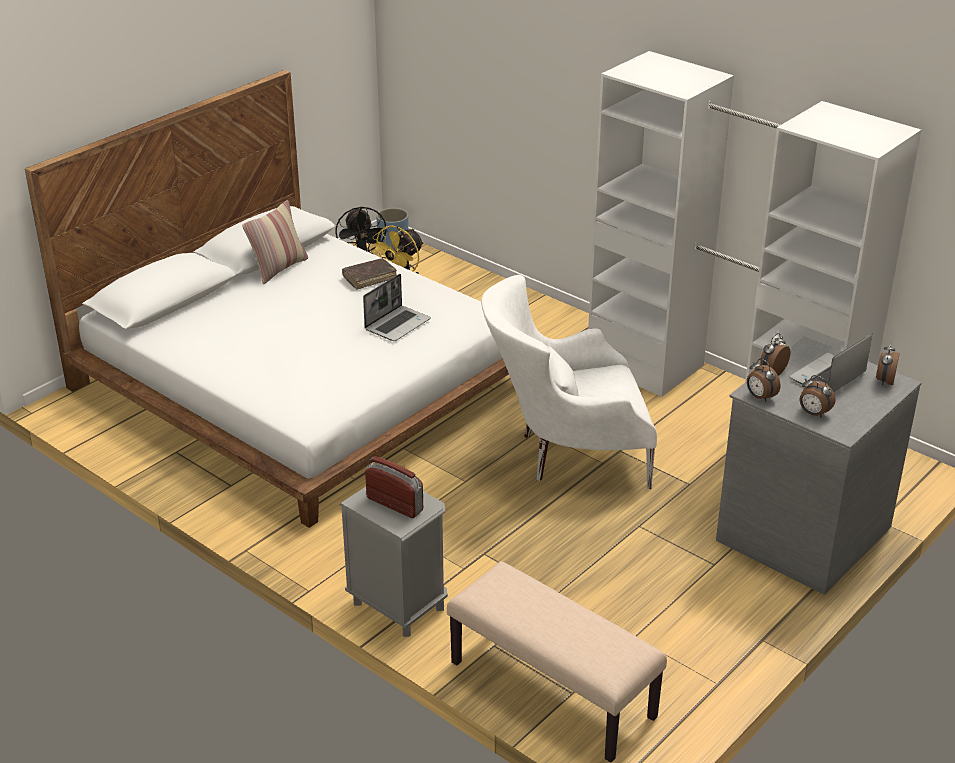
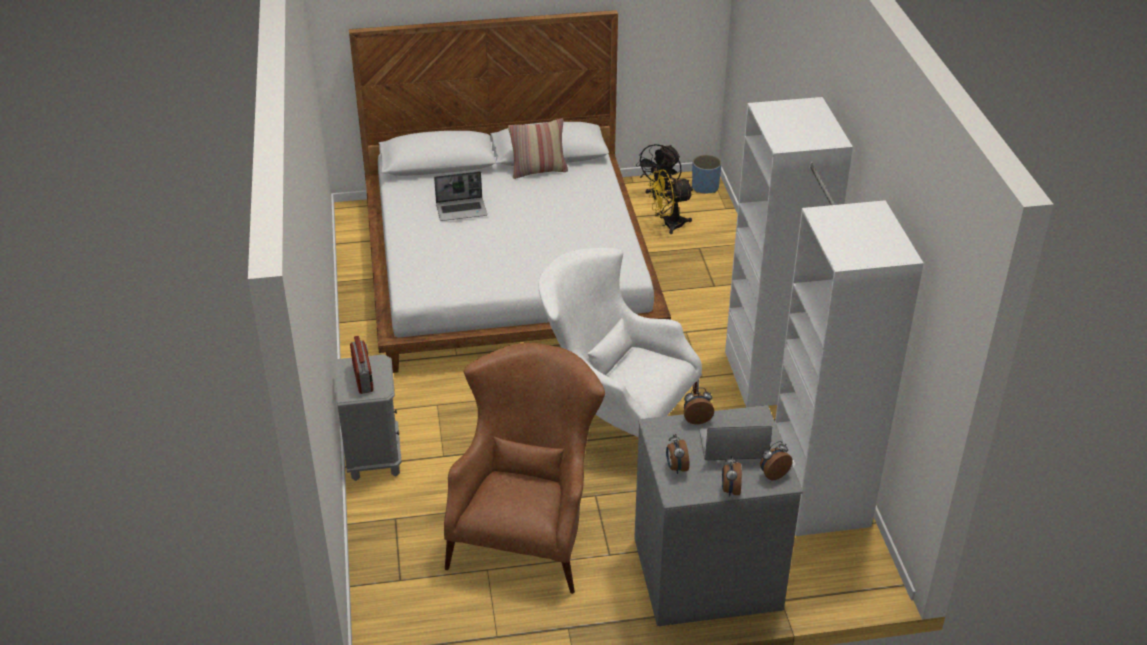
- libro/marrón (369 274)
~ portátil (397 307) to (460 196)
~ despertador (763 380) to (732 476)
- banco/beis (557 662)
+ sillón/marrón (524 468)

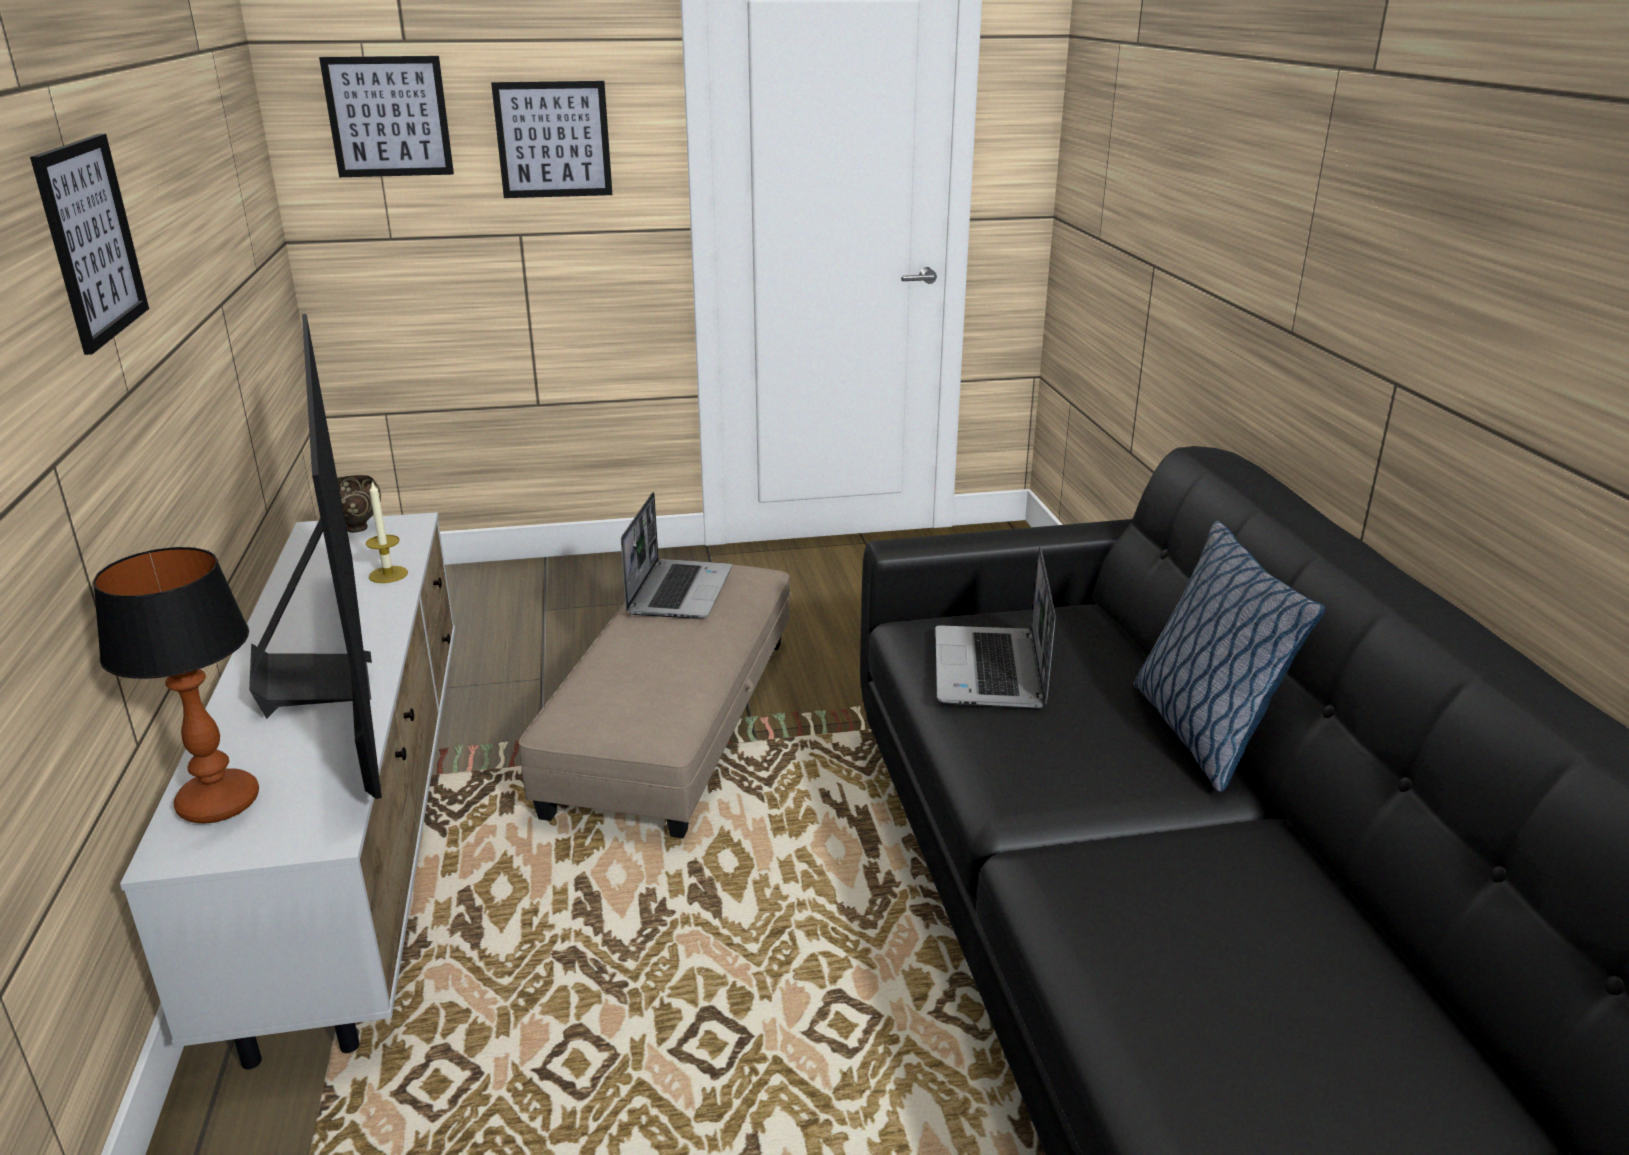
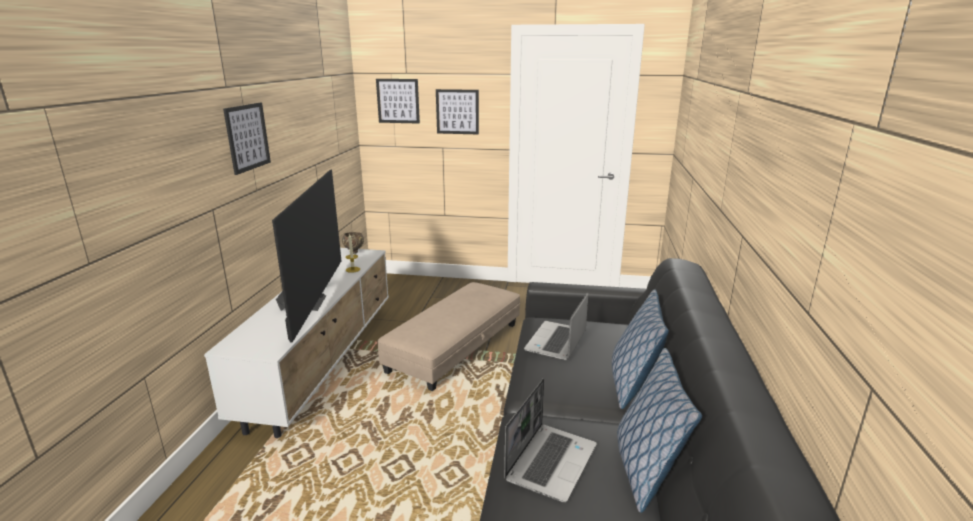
~ portátil (676 555) to (550 440)
- lámpara de mesa (176 685)
+ cojín (659 430)

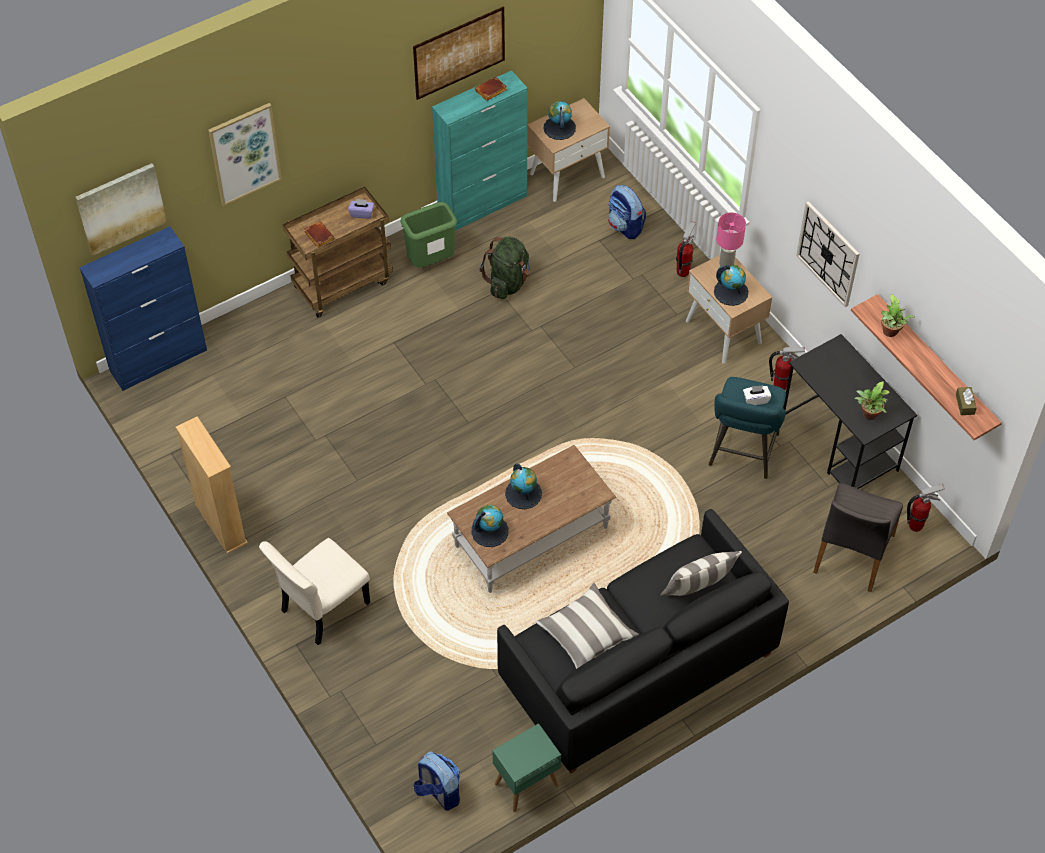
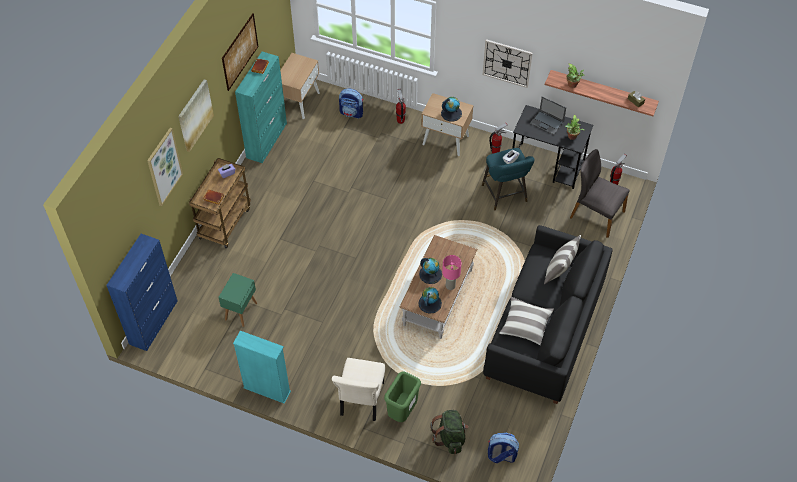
- globo terráqueo (560 120)
~ cuadro (121 209) to (196 115)
~ papelera/verde (428 235) to (402 396)
~ lámpara de mesa/rosa (731 239) to (451 272)
~ mochila/verde (505 268) to (449 432)
~ estantería/beis (212 485) to estantería/turquesa (262 367)
~ silla/gris (858 537) = (599 193) 135 degrees clockwise
~ mesa auxiliar/verde (526 767) to (237 300)
+ portátil (548 116)

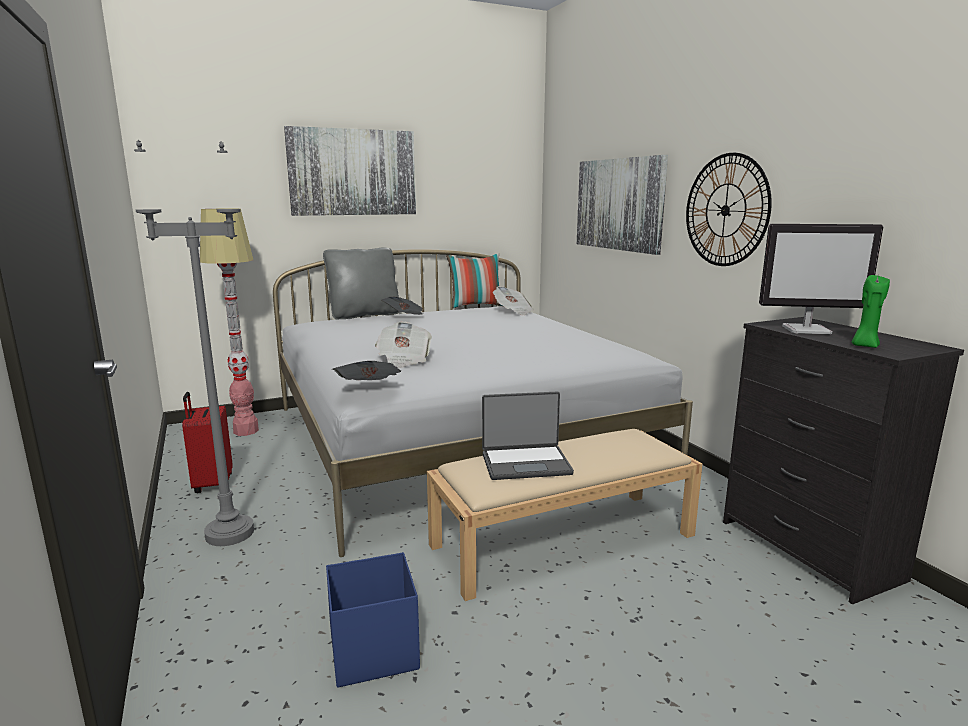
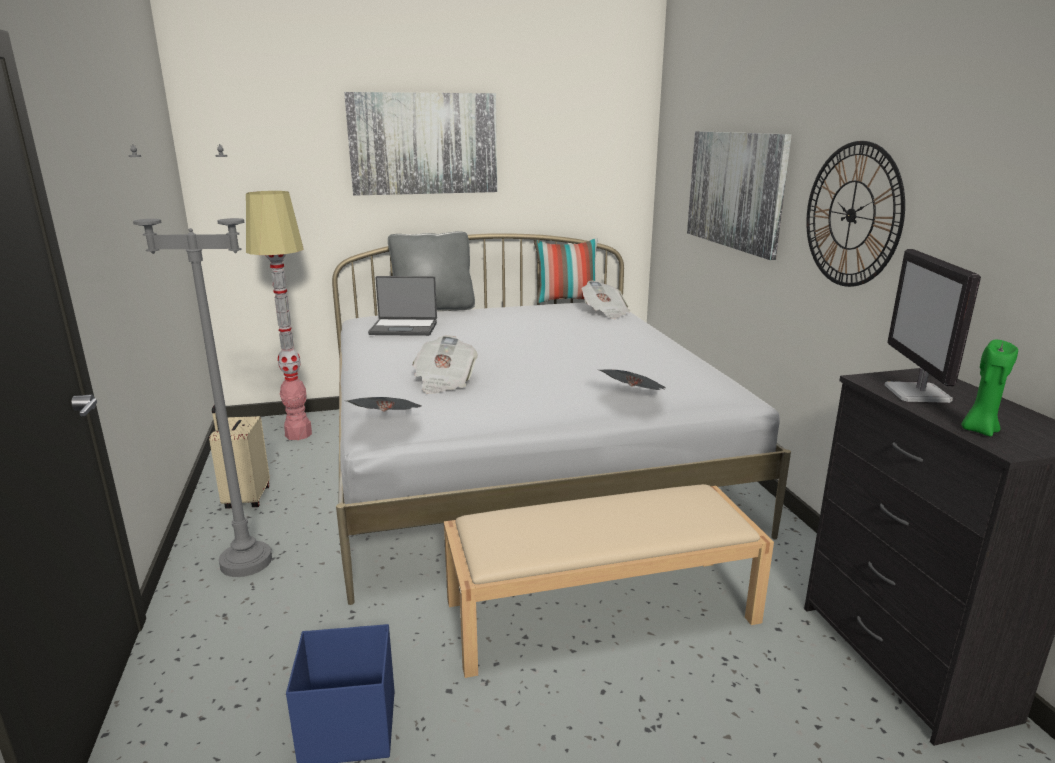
~ monitor (821 279) = (932 326) 75 degrees clockwise
~ periódico (402 306) to (632 379)
~ maleta/rojo (207 442) to maleta/beis (239 457)
~ portátil (528 436) to (402 306)

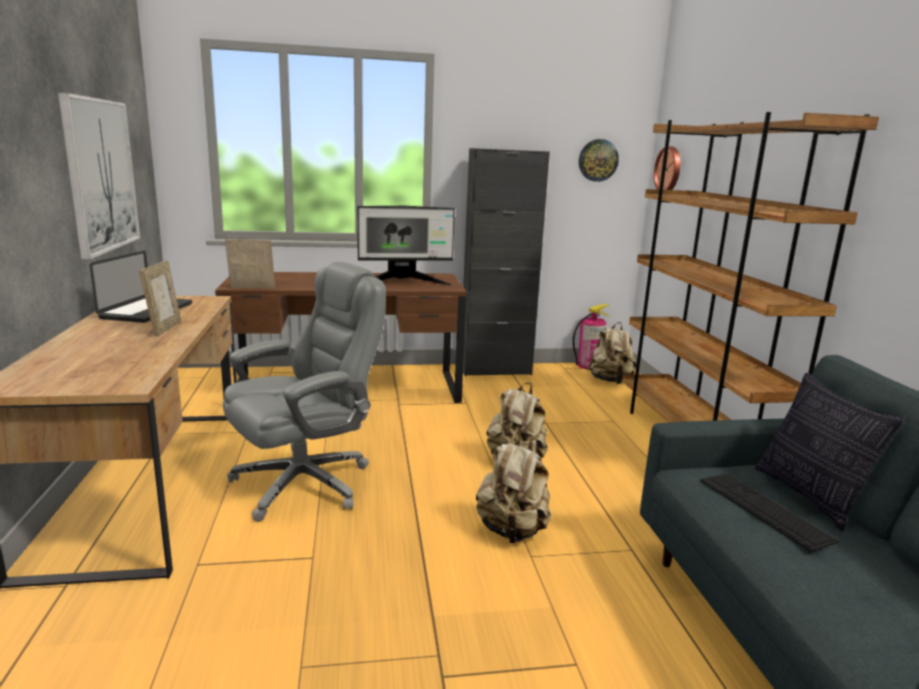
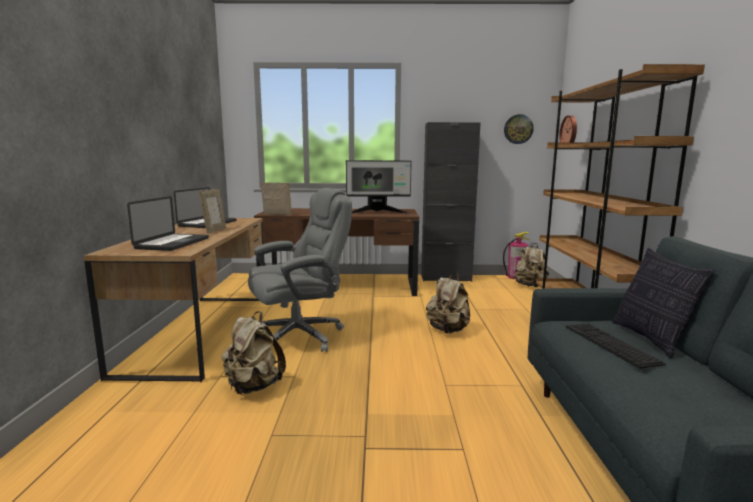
- cuadro (99 176)
~ mochila/beis (513 489) to (253 352)
+ portátil (168 223)

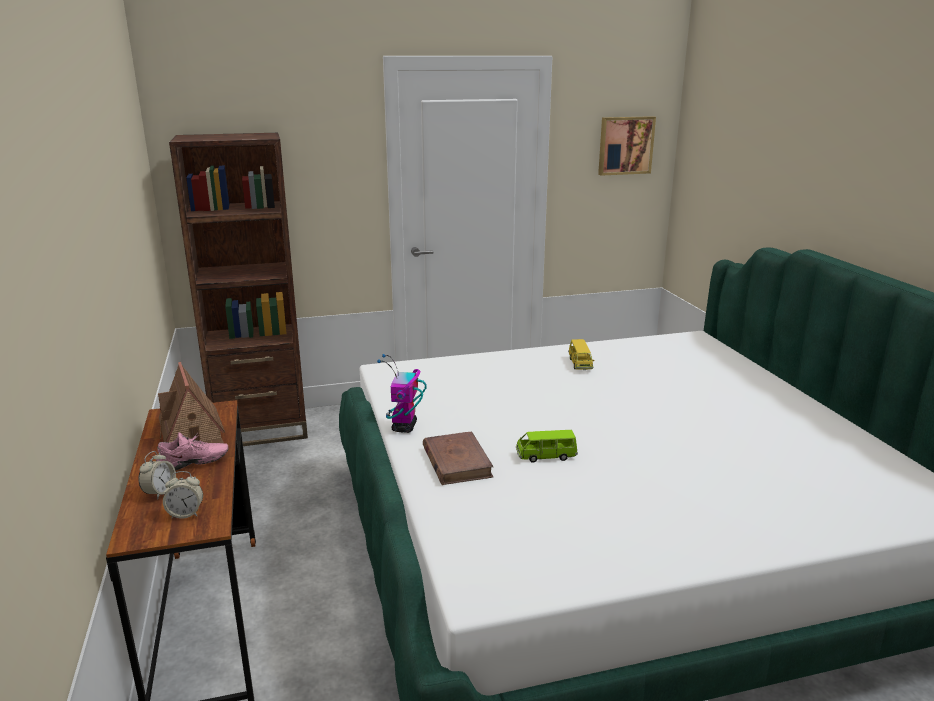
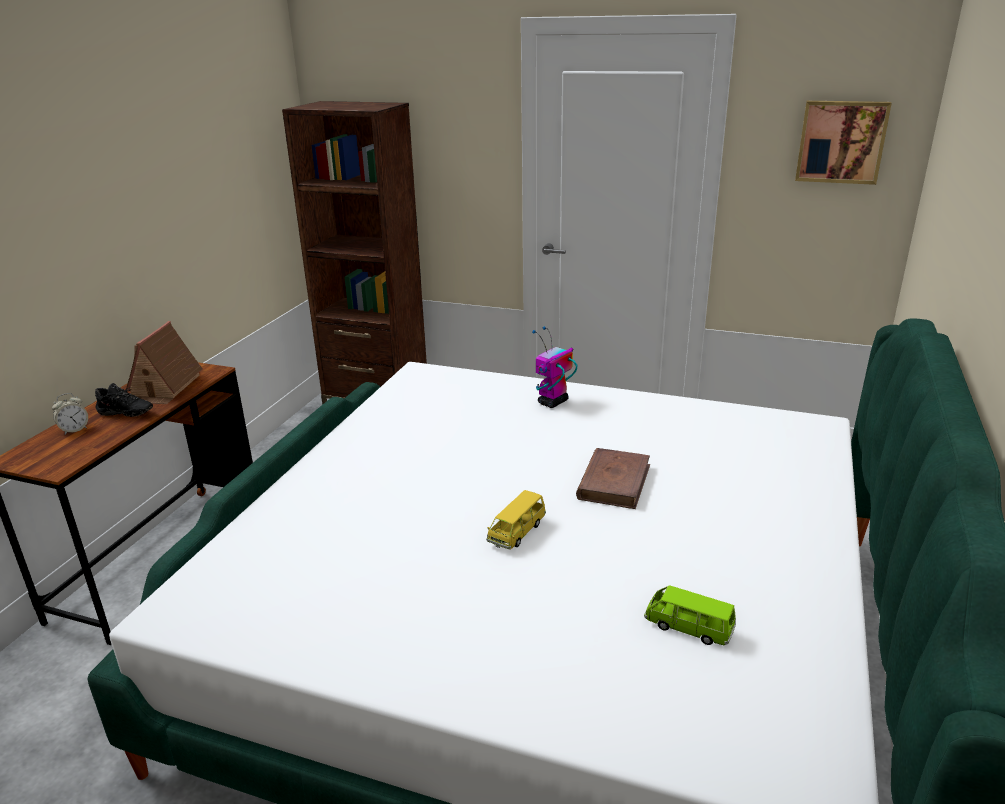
~ coche de juguete/amarillo (581 354) to (516 519)
~ robot de juguete (402 393) to (554 367)
~ coche de juguete/verde (547 446) to (690 615)
~ zapato/rosa (192 451) to zapato/negro (124 400)
~ libro/marrón (458 458) to (613 478)
- despertador (183 495)

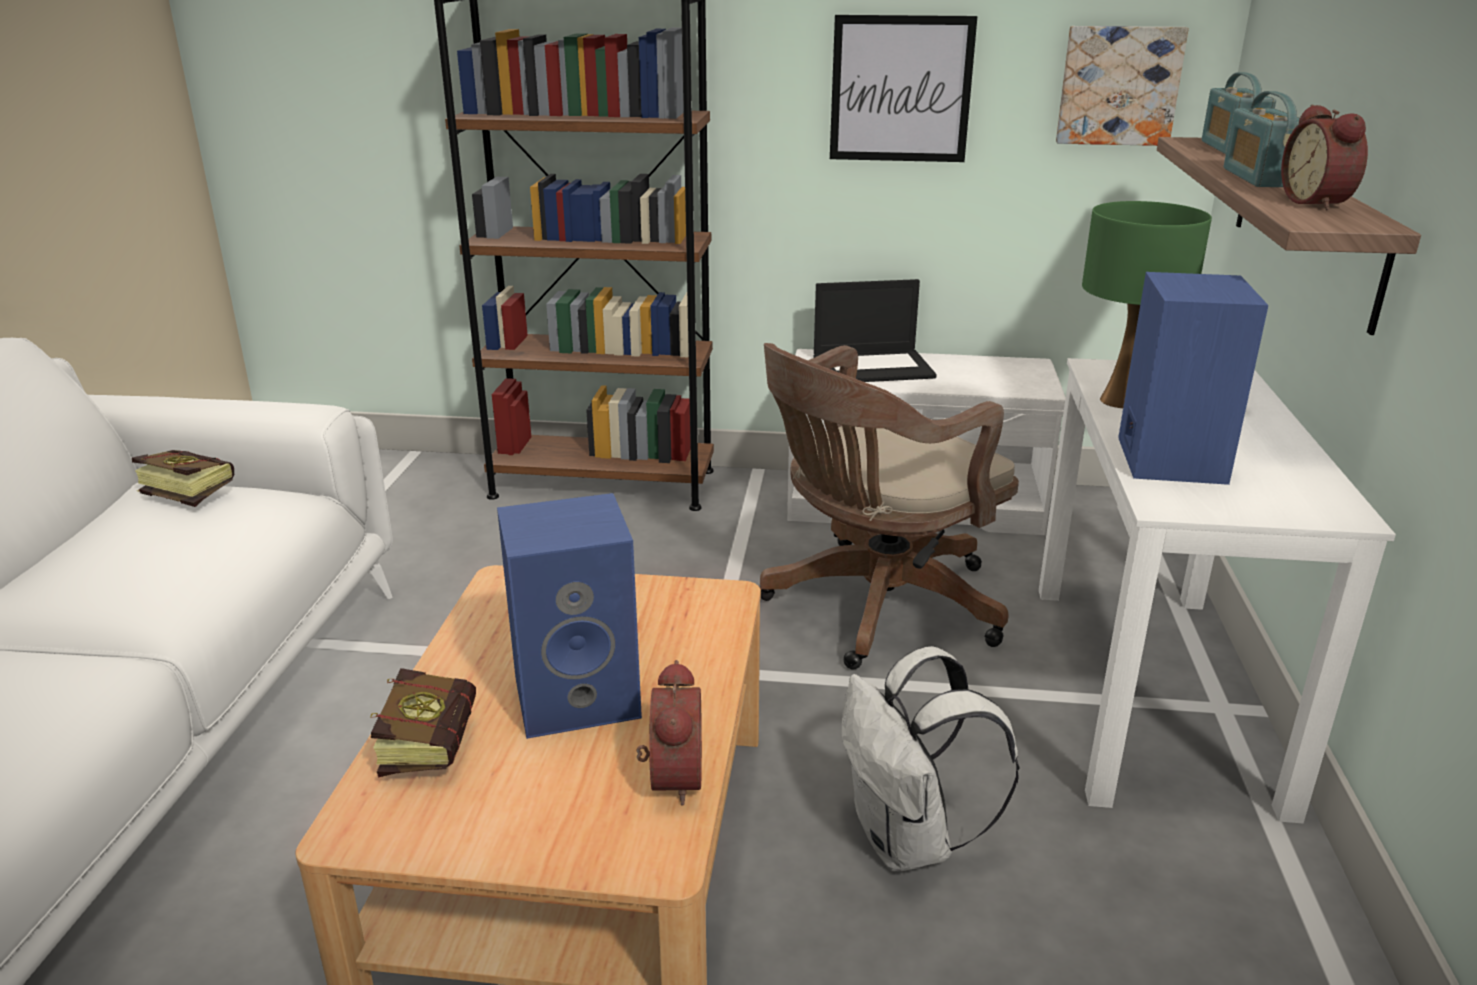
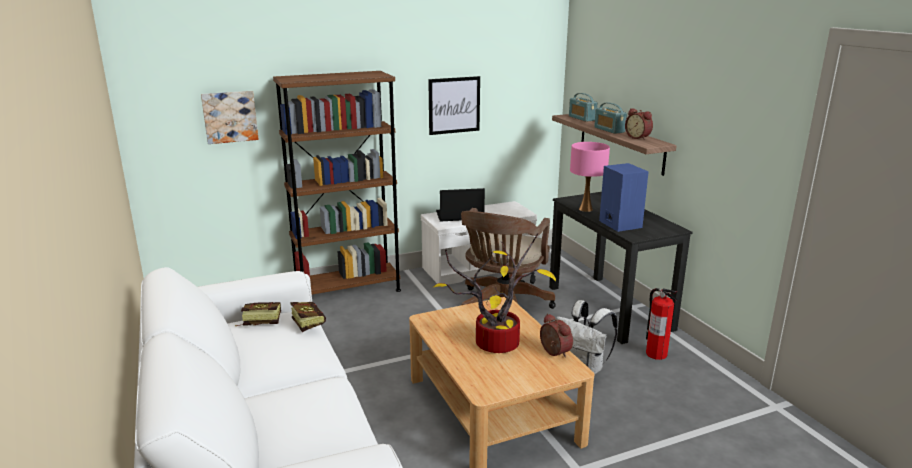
~ cuadro (1122 86) to (230 117)
~ lámpara de mesa/verde (1147 304) to lámpara de mesa/rosa (590 177)
~ portátil (875 330) = (460 205) 150 degrees counterclockwise
~ escritorio/blanco (1217 591) to escritorio/negro (621 268)
~ altavoz/azul (569 616) to planta en maceta (494 293)
~ libro (423 722) to (308 317)
+ extintor (661 324)

